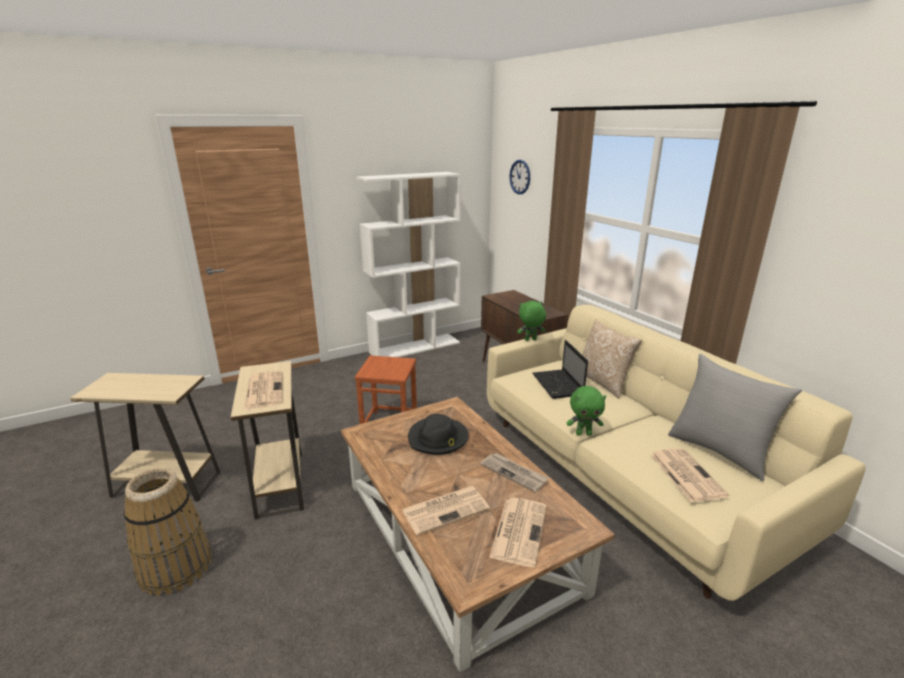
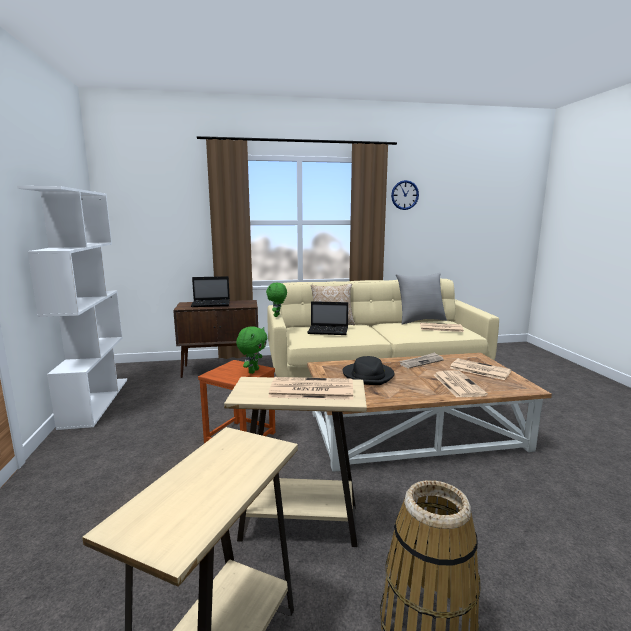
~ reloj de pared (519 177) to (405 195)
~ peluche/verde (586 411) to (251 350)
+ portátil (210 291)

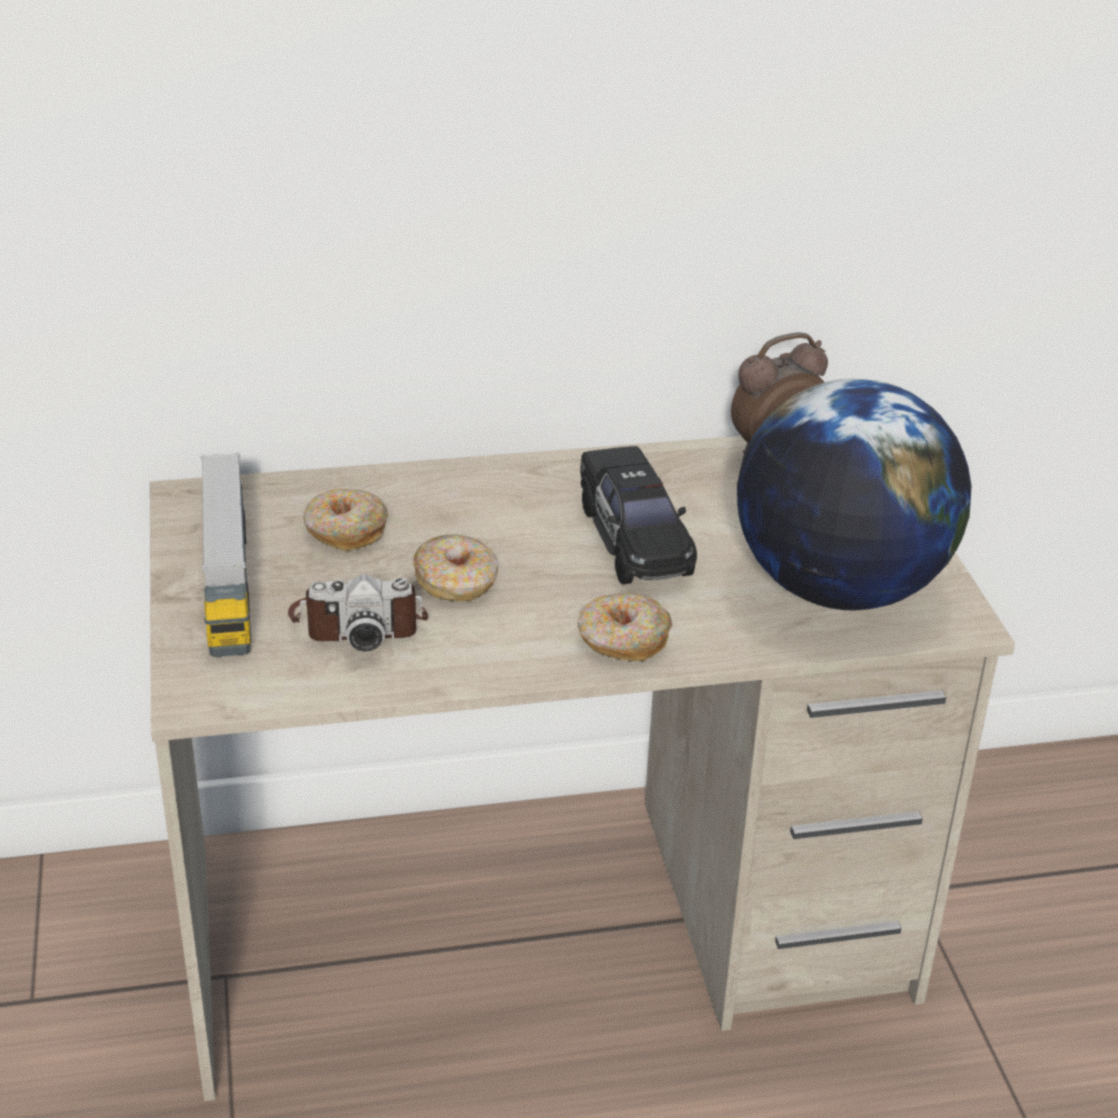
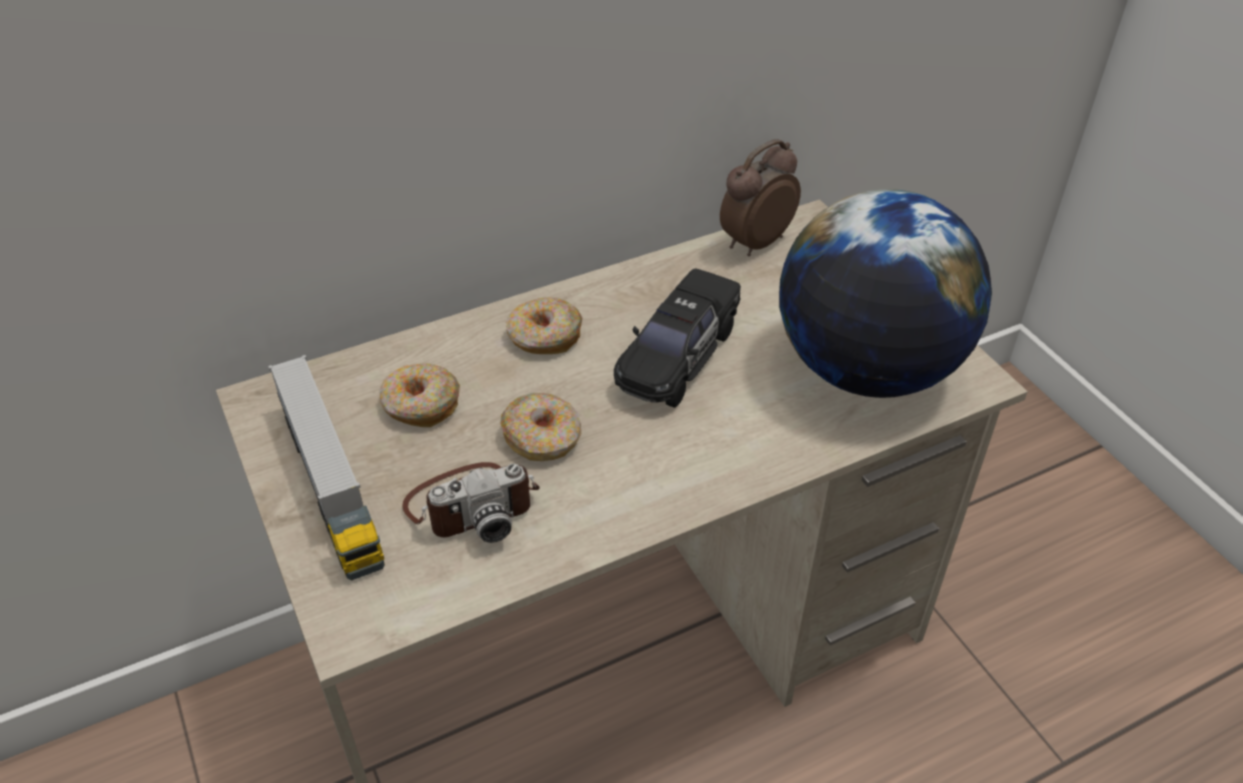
~ coche de juguete/negro (638 515) = (677 338) 60 degrees clockwise
~ rosquilla (625 627) to (544 325)

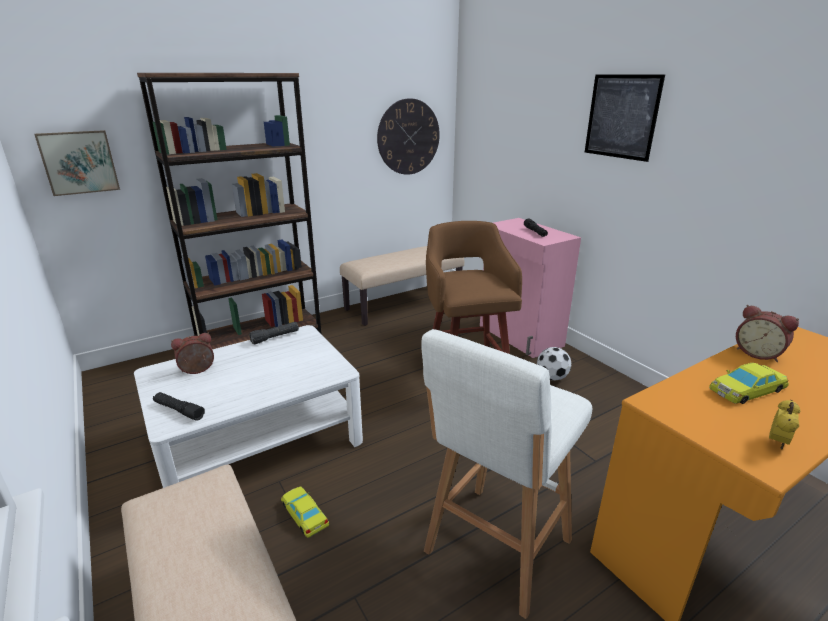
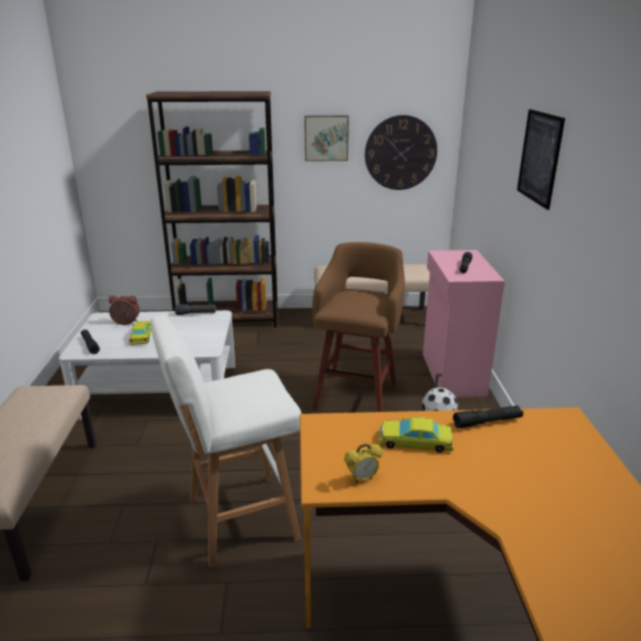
~ cuadro (77 163) to (326 138)
~ despertador (767 333) to linterna/negro (488 417)
~ coche de juguete/amarillo (305 512) to (140 333)

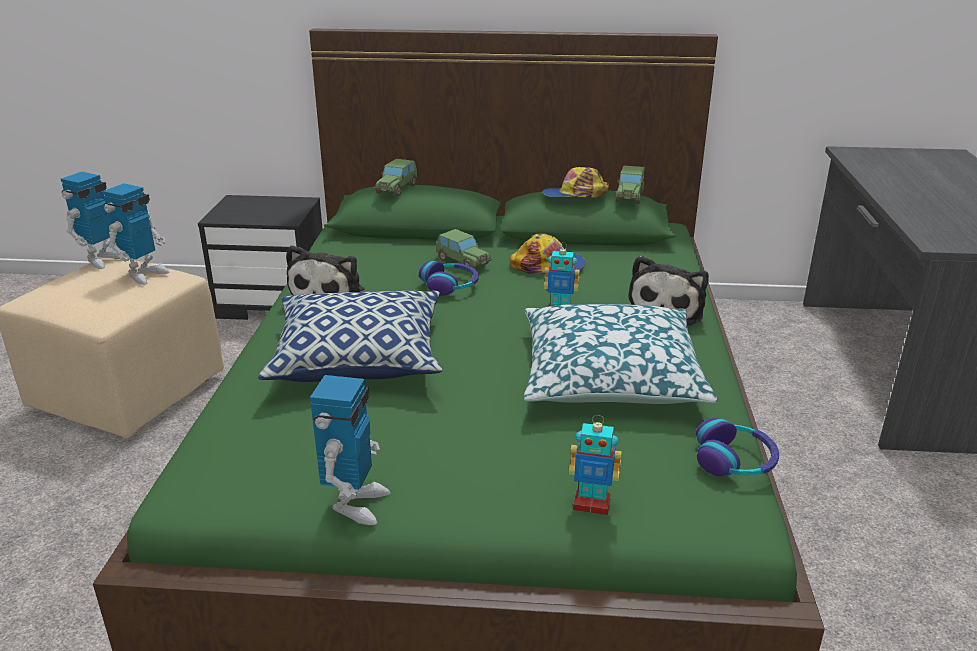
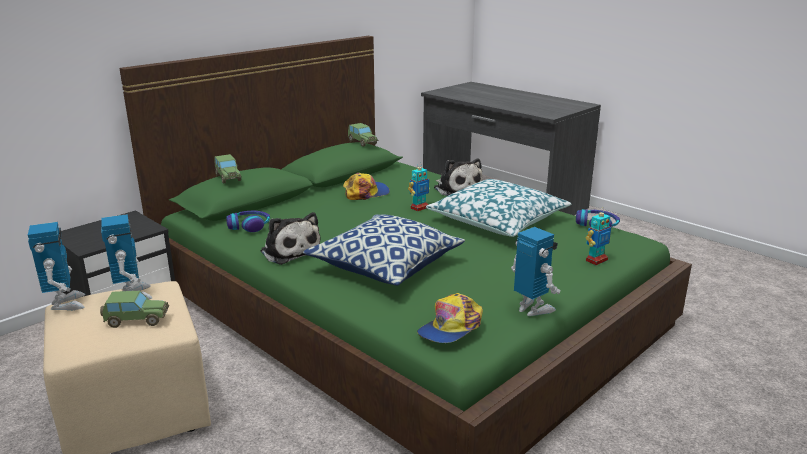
~ gorra (576 182) to (450 318)
~ coche de juguete (464 250) to (134 309)
~ auriculares (449 278) to (248 221)

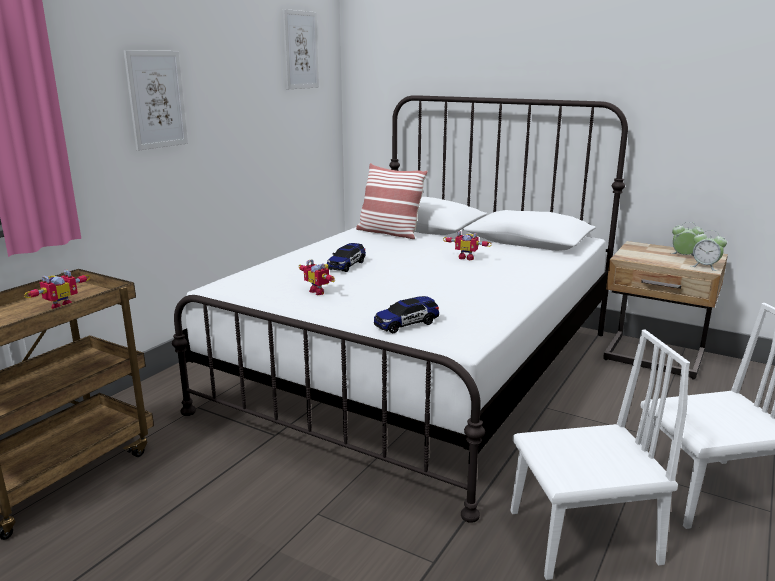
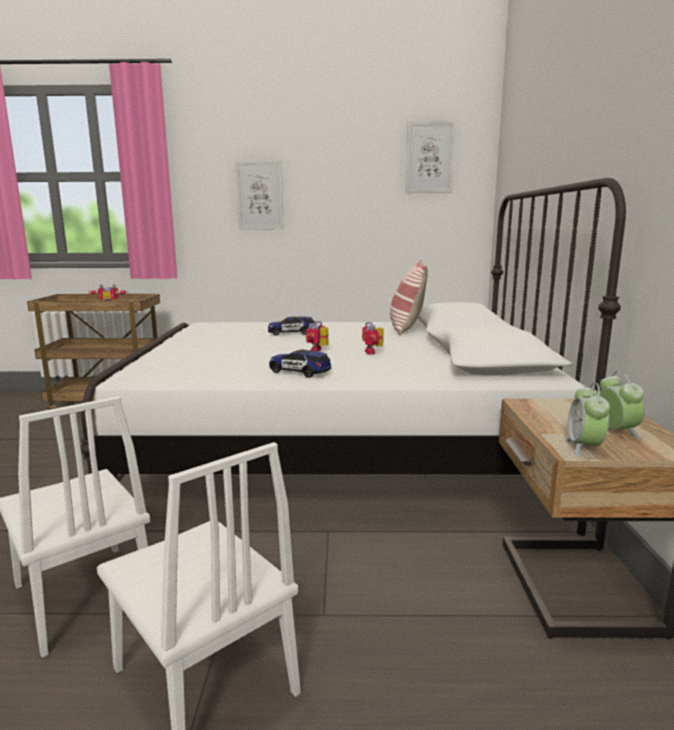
~ robot de juguete (317 277) to (317 336)
~ coche de juguete (406 314) to (300 363)

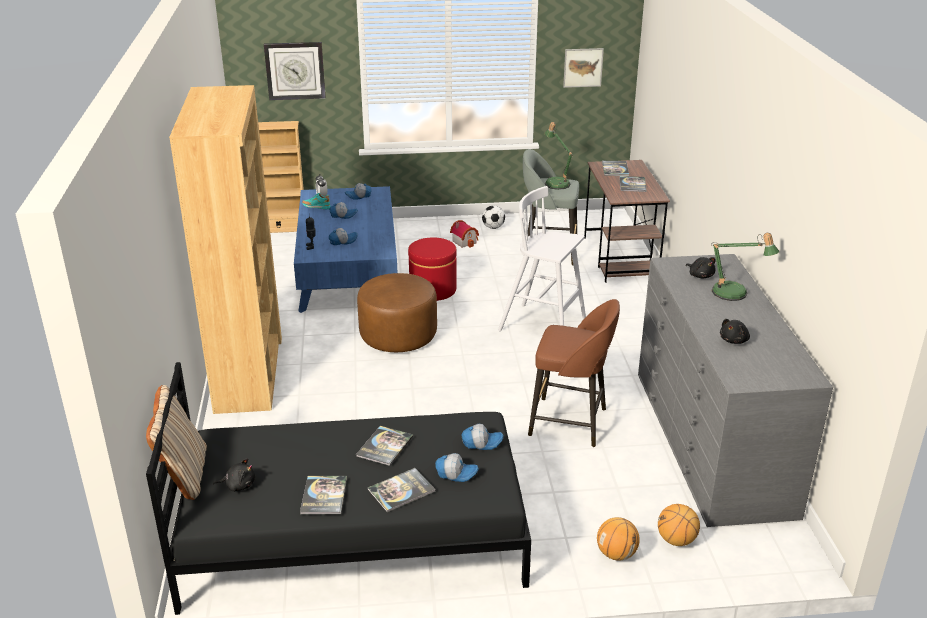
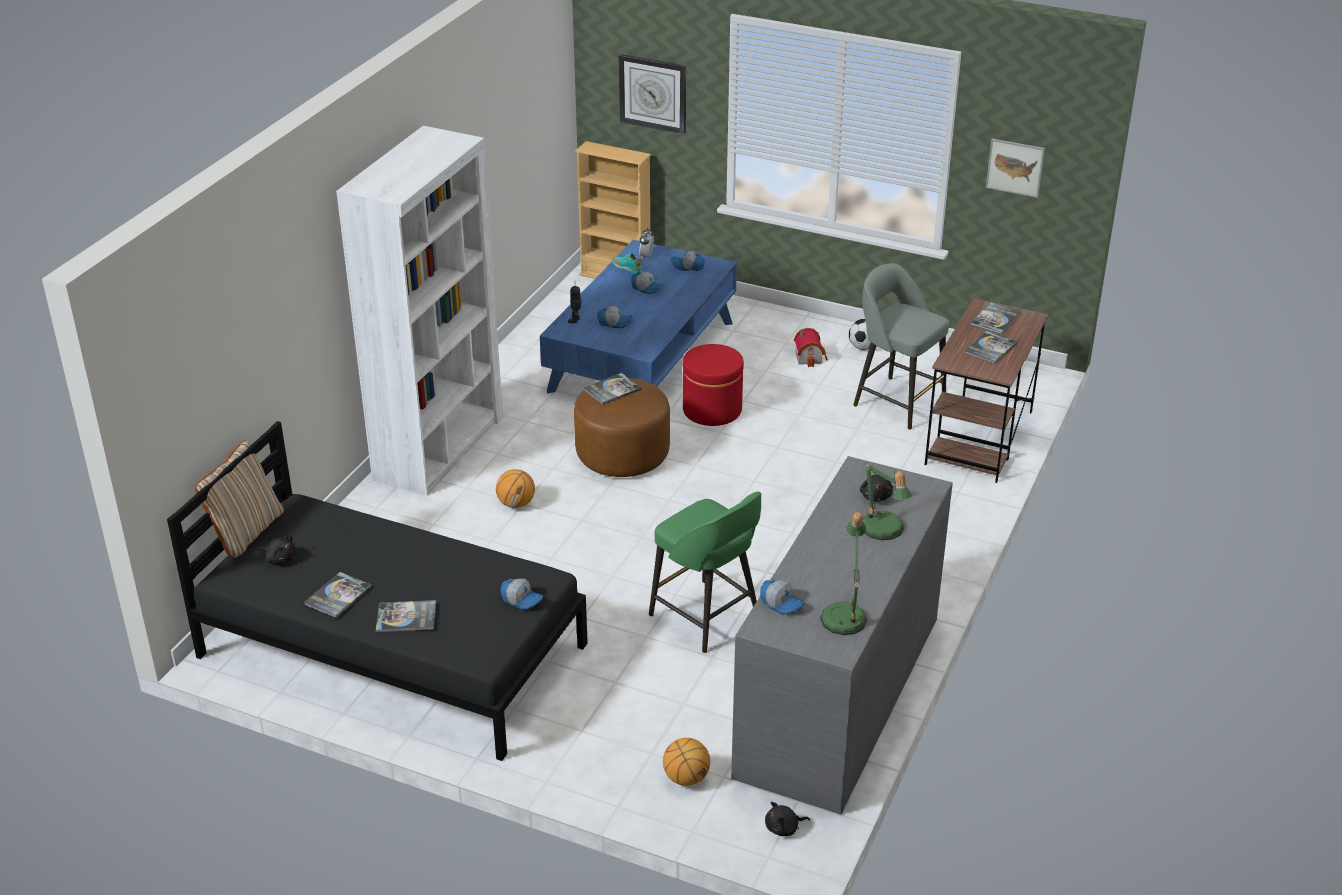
~ estantería/marrón (225 249) to estantería/blanco (419 310)
~ lámpara de mesa (559 156) to (843 573)
- taburete/blanco (542 258)
~ taburete/marrón (574 373) to taburete/verde (705 572)
~ peluche/negro (735 331) to (787 819)
~ libro (384 446) to (612 388)
~ gorra (457 467) to (782 596)
~ balón de baloncesto (618 539) to (515 488)

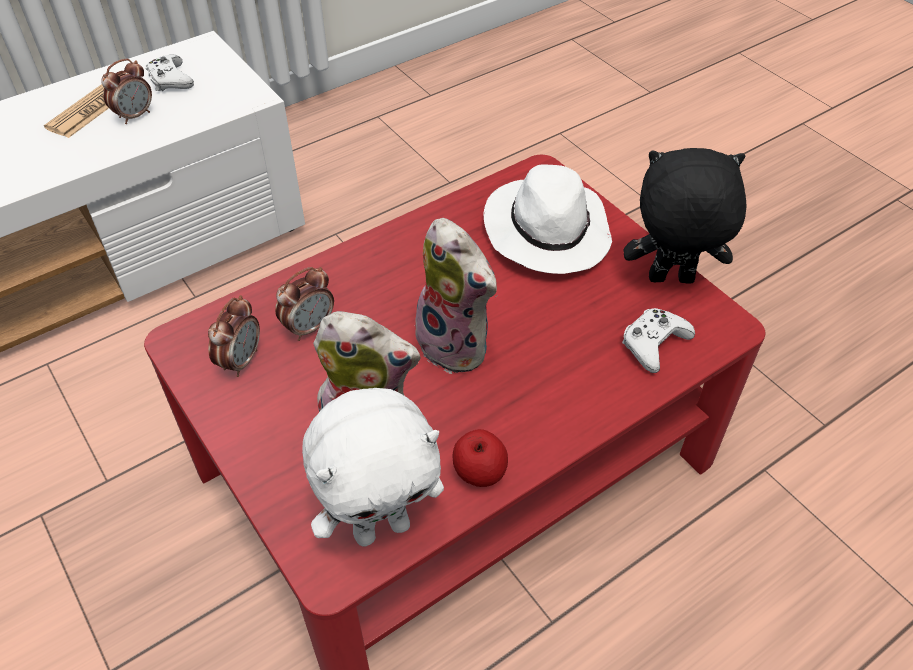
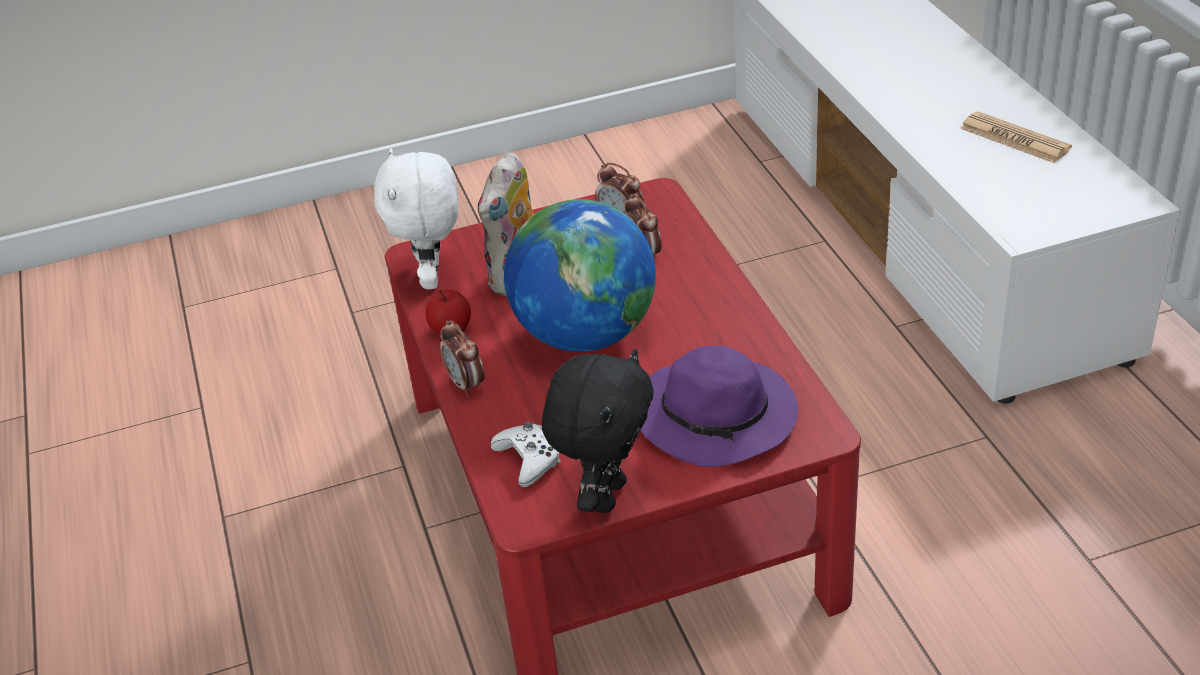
- mando de consola/blanco (169 72)
~ despertador (126 91) to (462 358)
~ sombrero/blanco (548 219) to sombrero/morado (719 406)
~ peluche (452 296) to globo terráqueo (580 275)

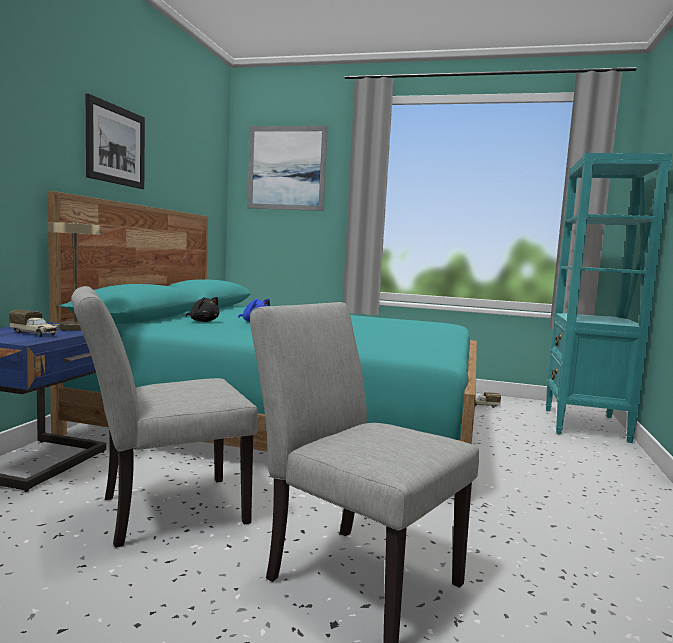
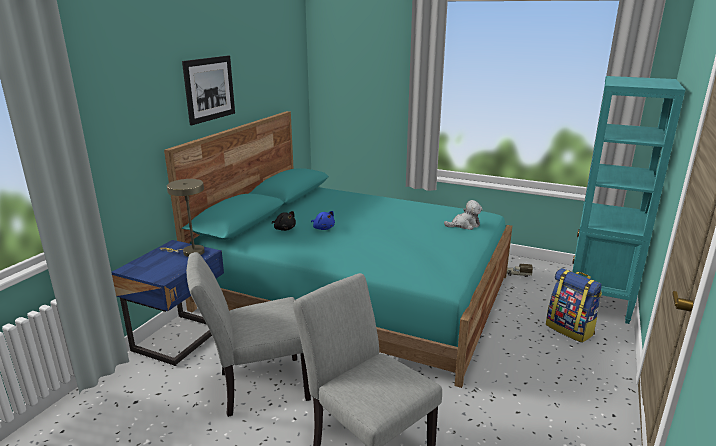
- cuadro (287 168)
- camión de juguete (34 323)
+ peluche (463 215)
+ mochila (574 305)

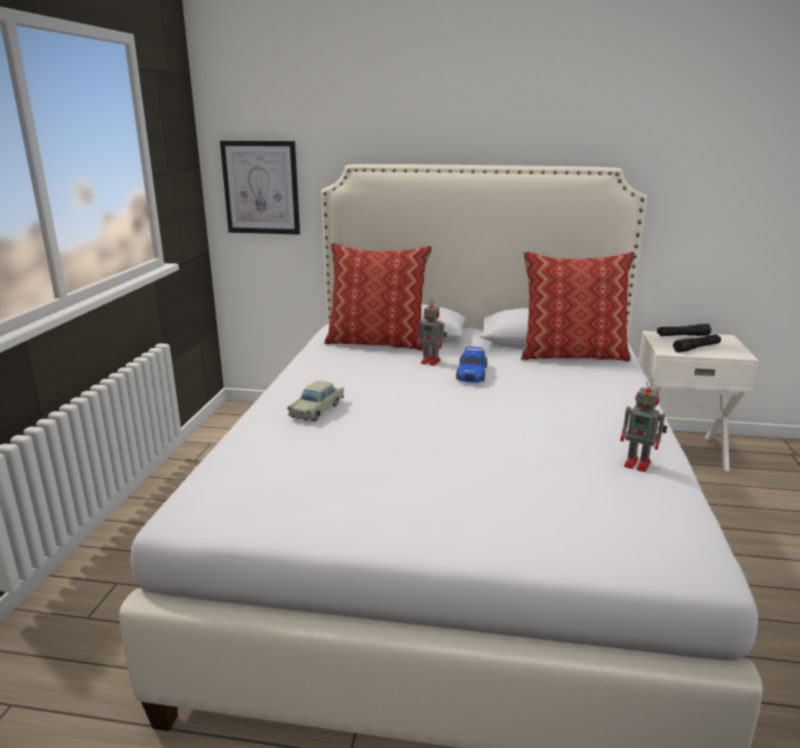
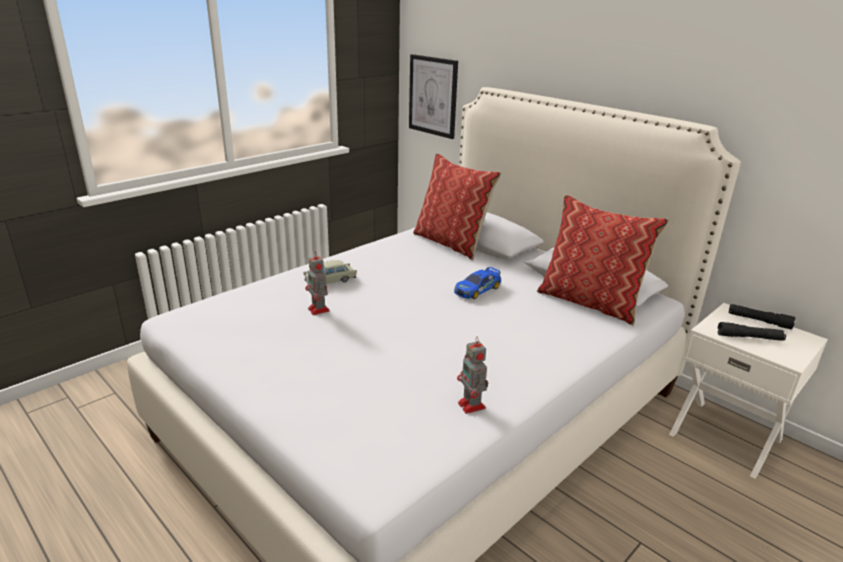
~ robot de juguete (432 333) to (317 283)

